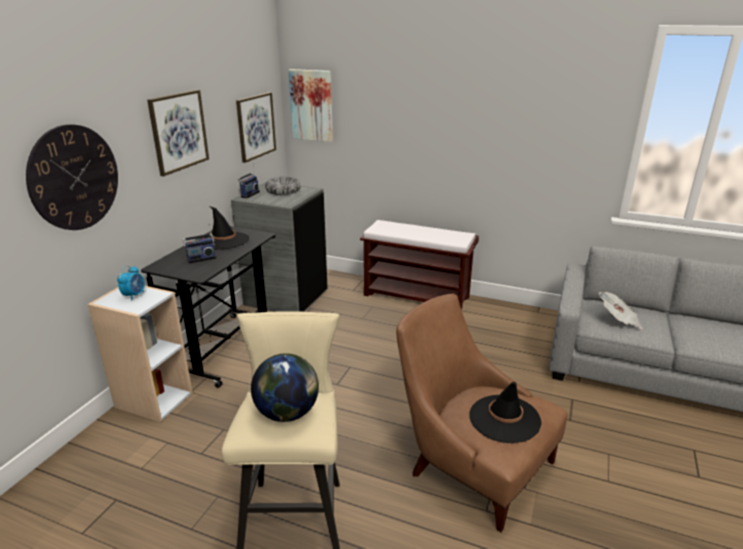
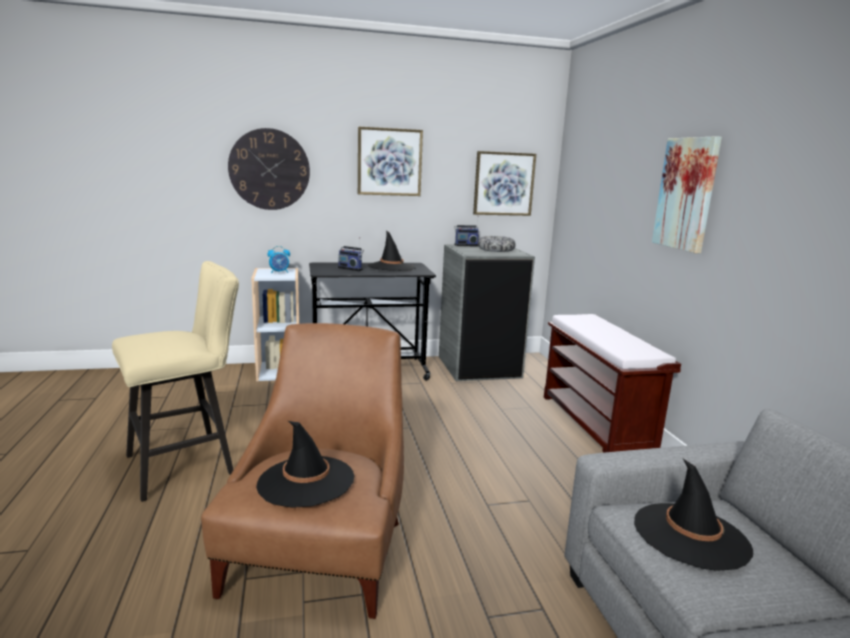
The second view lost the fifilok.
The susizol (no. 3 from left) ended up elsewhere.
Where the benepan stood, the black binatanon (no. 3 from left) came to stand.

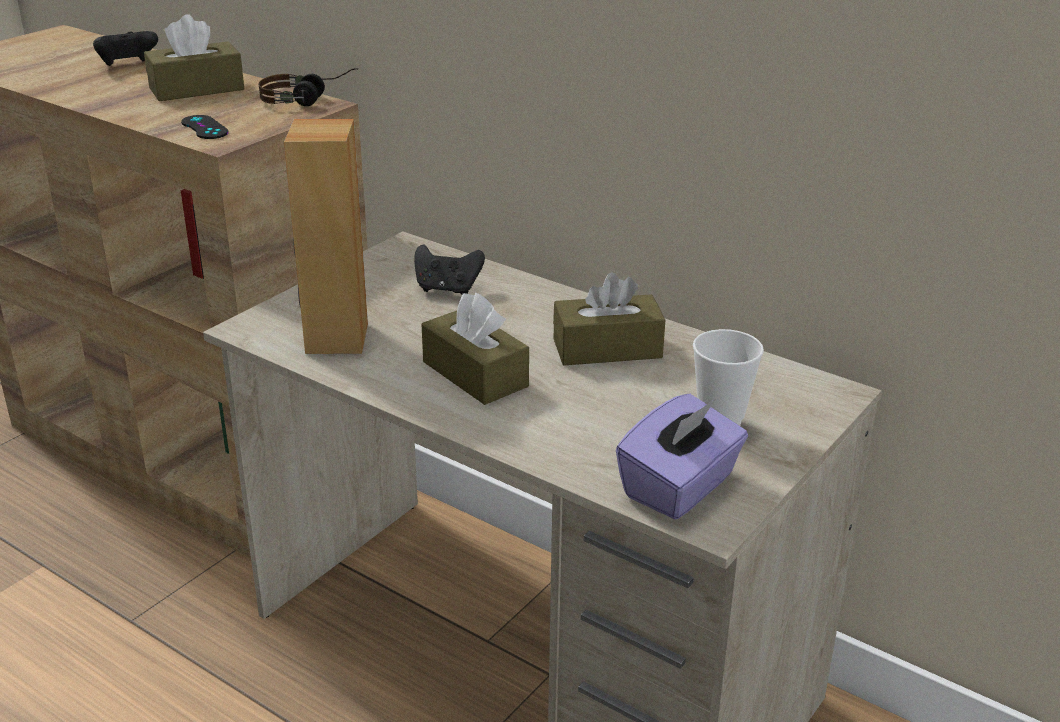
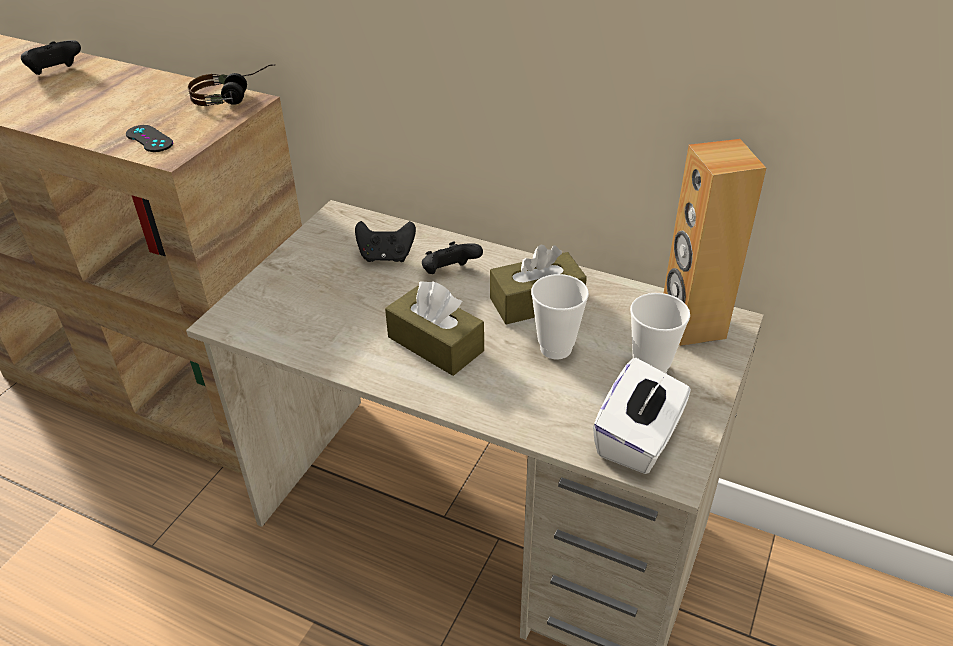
The second view lost the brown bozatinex (no. 1 from left).
The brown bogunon ended up elsewhere.
What was the purple bozatinex turned into the white bozatinex.
The second view gained the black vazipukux (no. 4 from left).
The second view gained the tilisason (no. 1 from left).

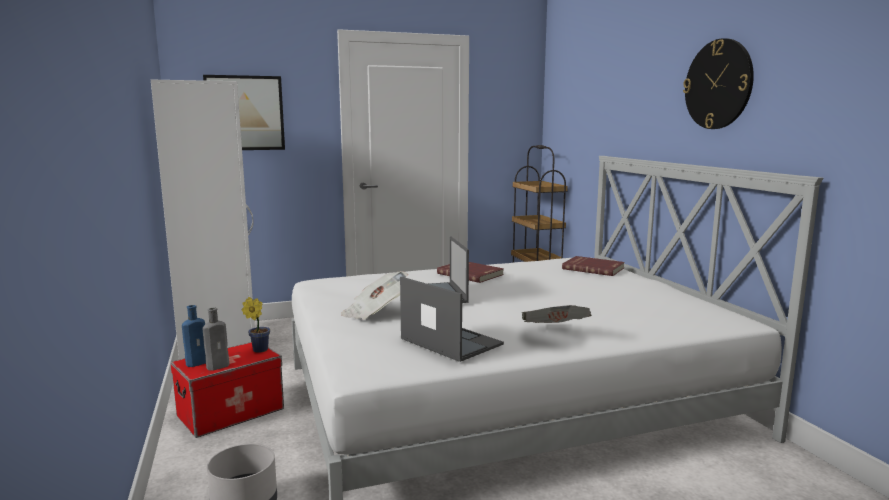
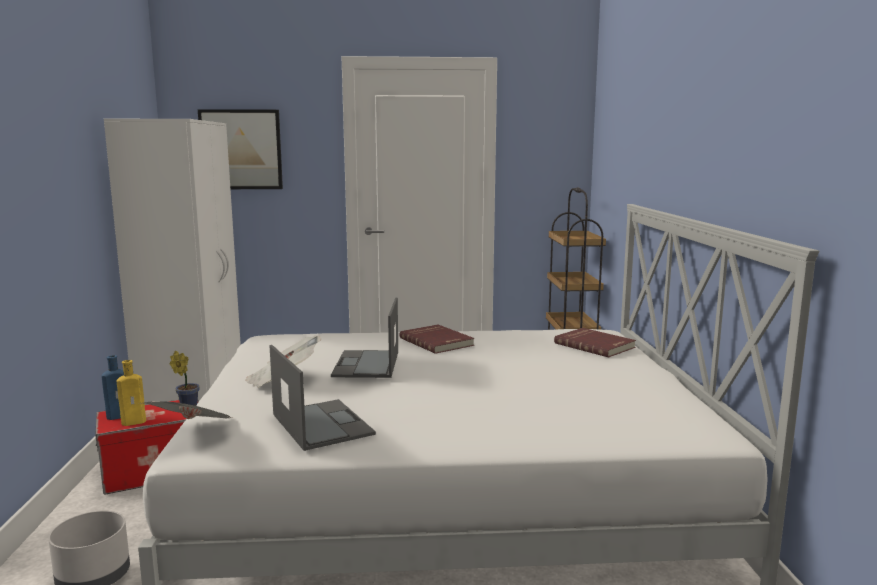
What was the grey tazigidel turned into the yellow tazigidel.
The benepan (no. 2 from left in the first image) ended up elsewhere.
The second view lost the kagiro.

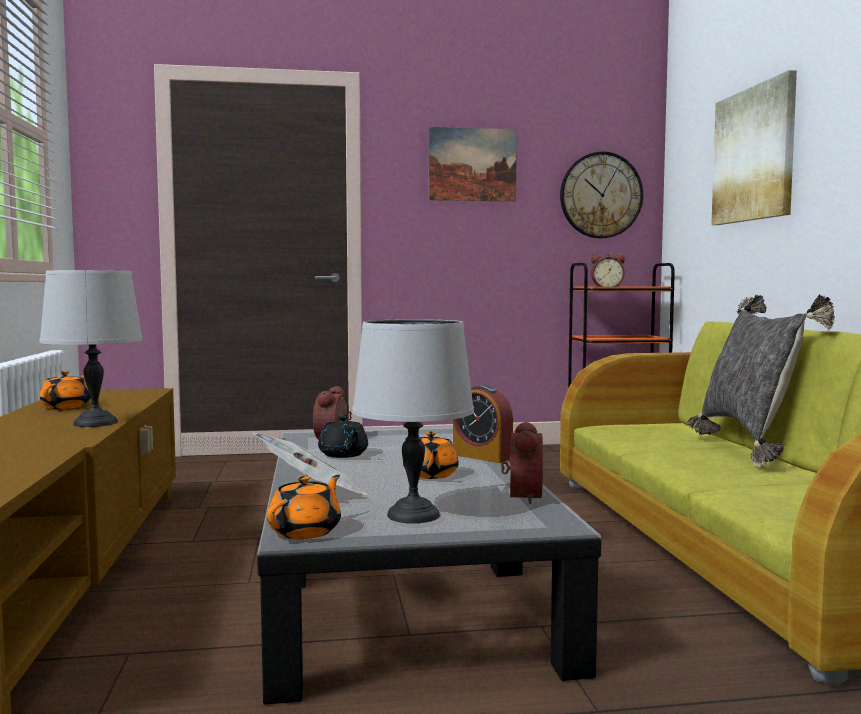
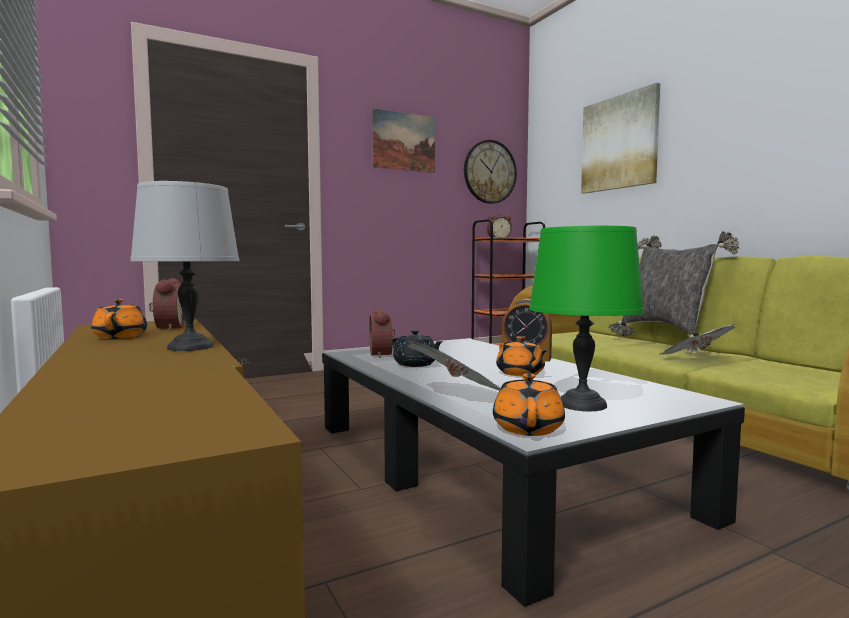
What was the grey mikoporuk (no. 2 from left) turned into the green mikoporuk.
The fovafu (no. 3 from left in the first image) ended up elsewhere.
The second view gained the benepan (no. 2 from left).

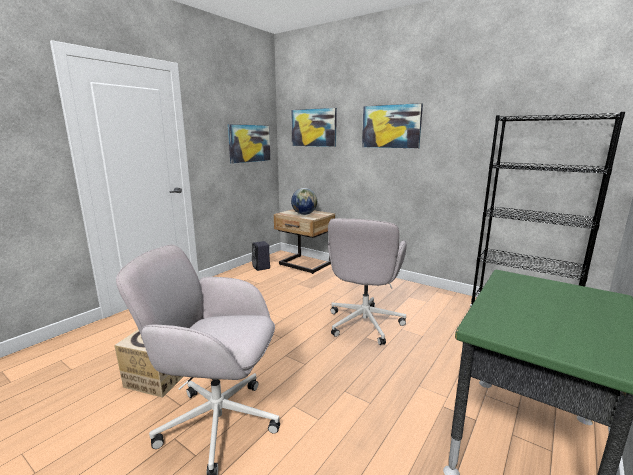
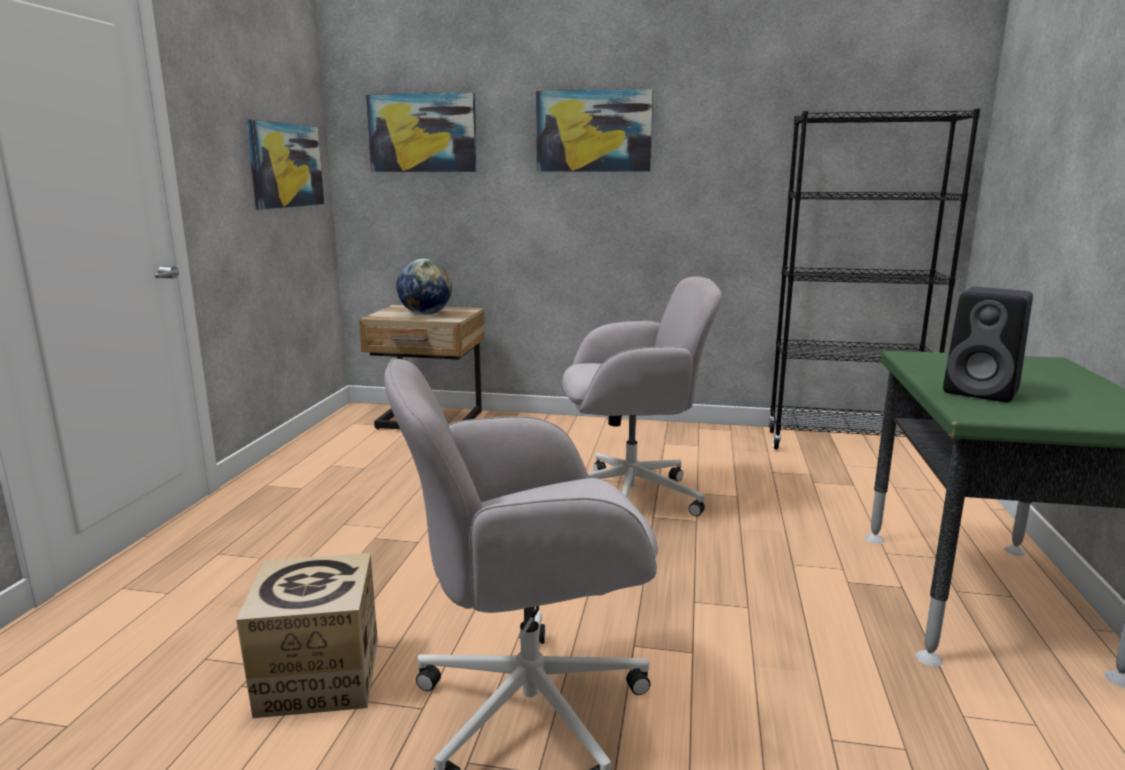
The black bogunon ended up elsewhere.
The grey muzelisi (no. 2 from left) ended up facing another way, 90 degrees counterclockwise from before.

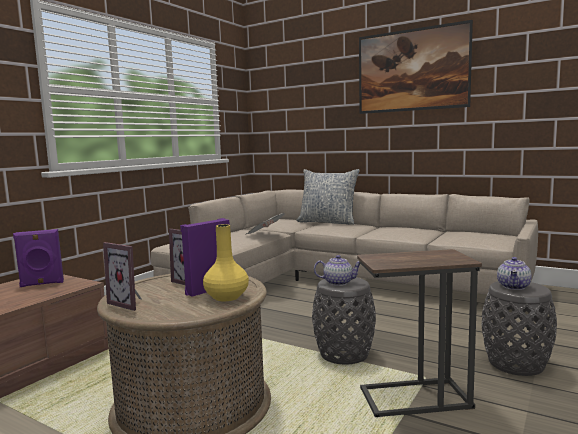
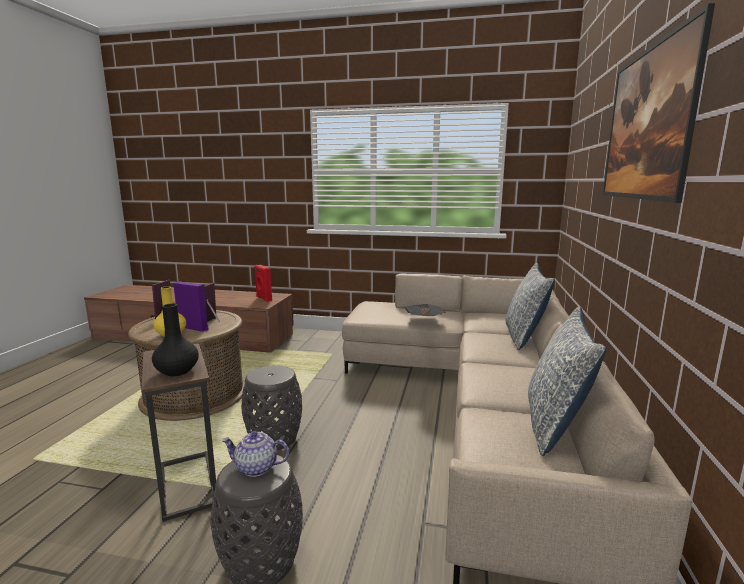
What was the purple bogunon (no. 1 from left) turned into the red bogunon.
The second view lost the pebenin (no. 1 from left).
The second view gained the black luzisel.
The second view gained the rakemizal (no. 2 from left).

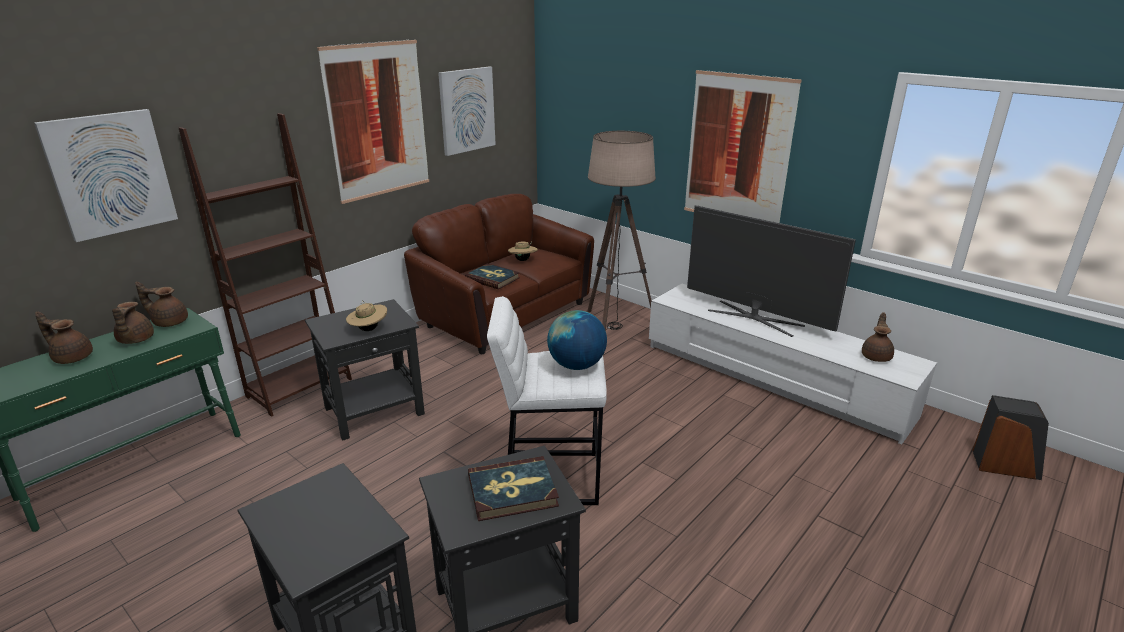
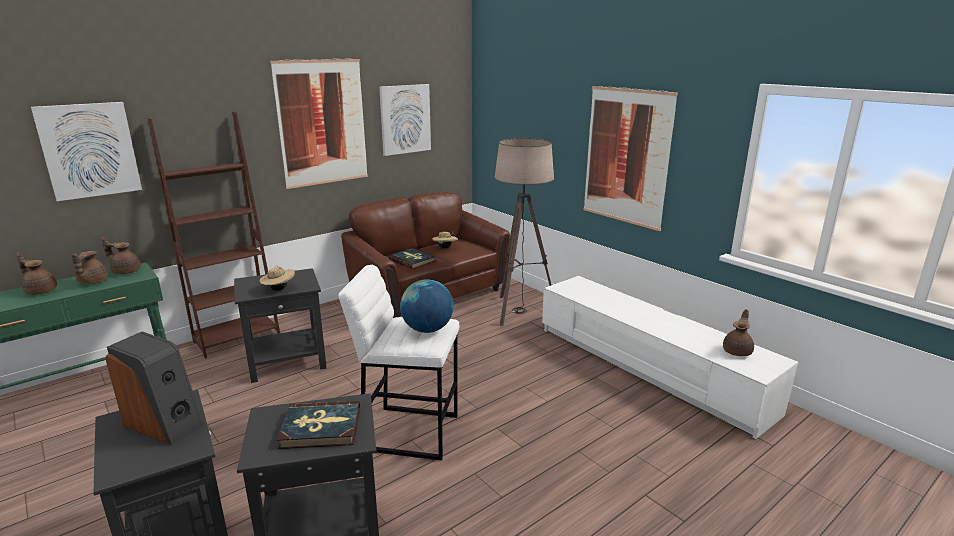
The second view lost the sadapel.
The bogunon ended up elsewhere.

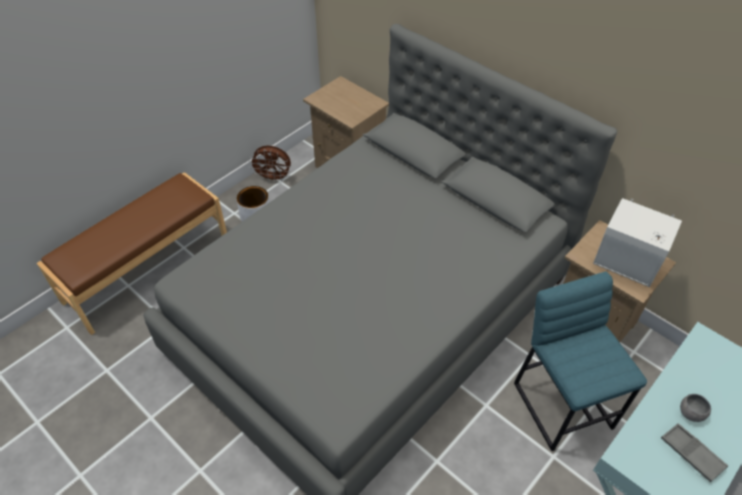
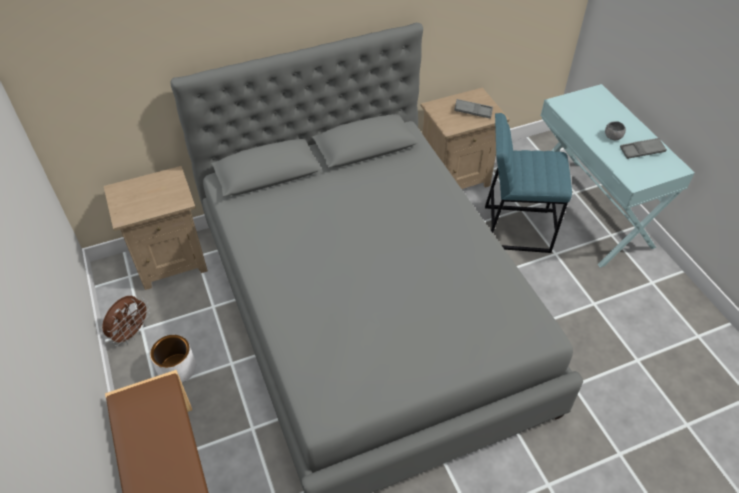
Where the white bogunon stood, the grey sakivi (no. 1 from left) came to stand.

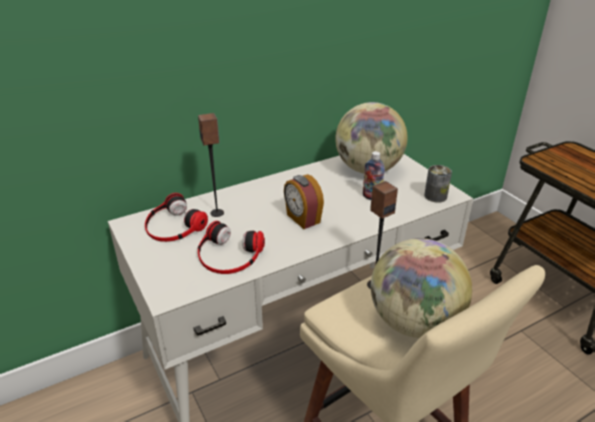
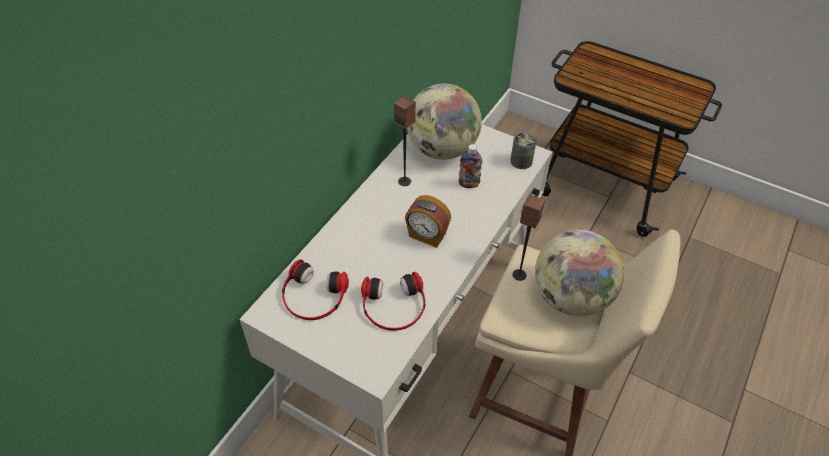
The bogunon (no. 1 from left) ended up elsewhere.

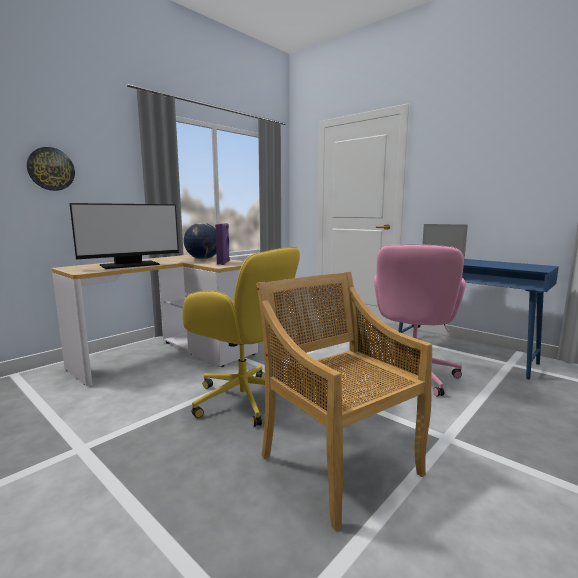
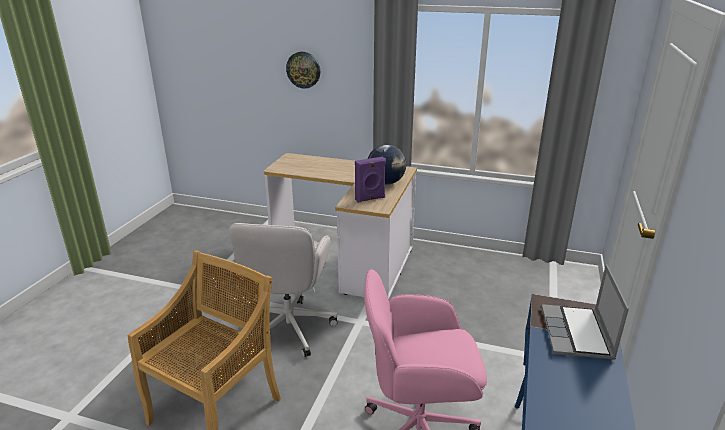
The second view lost the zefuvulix.
What was the yellow muzelisi turned into the white muzelisi.

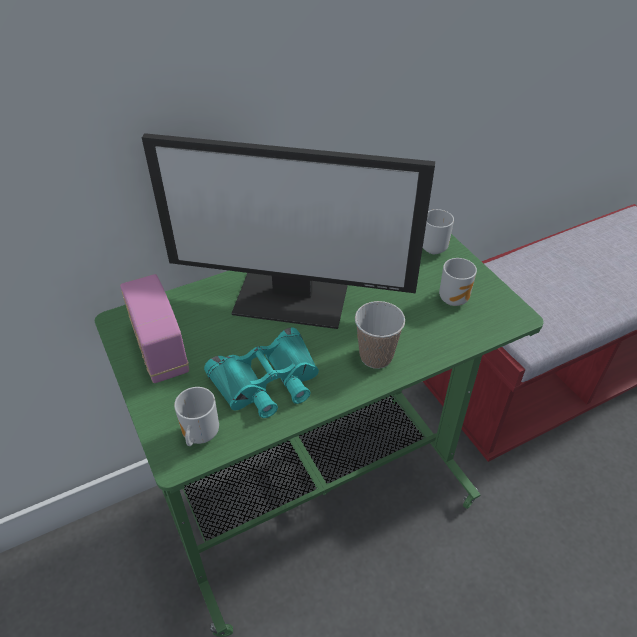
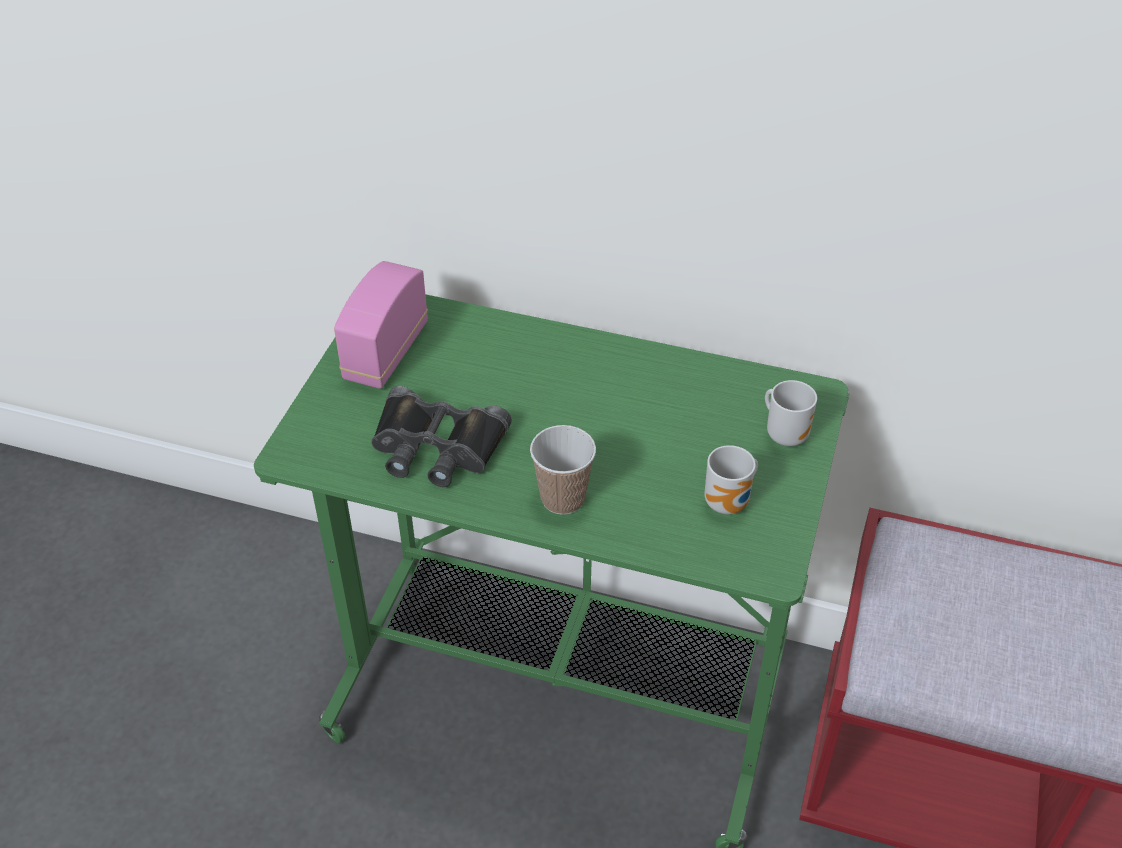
The second view lost the zefuvulix.
The second view lost the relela (no. 1 from left).
What was the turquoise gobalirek turned into the black gobalirek.

